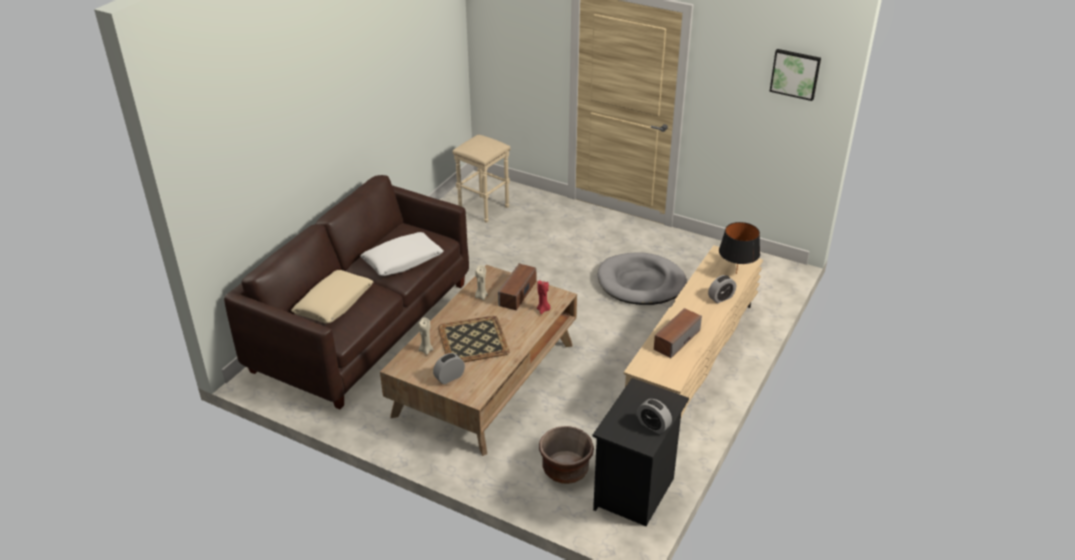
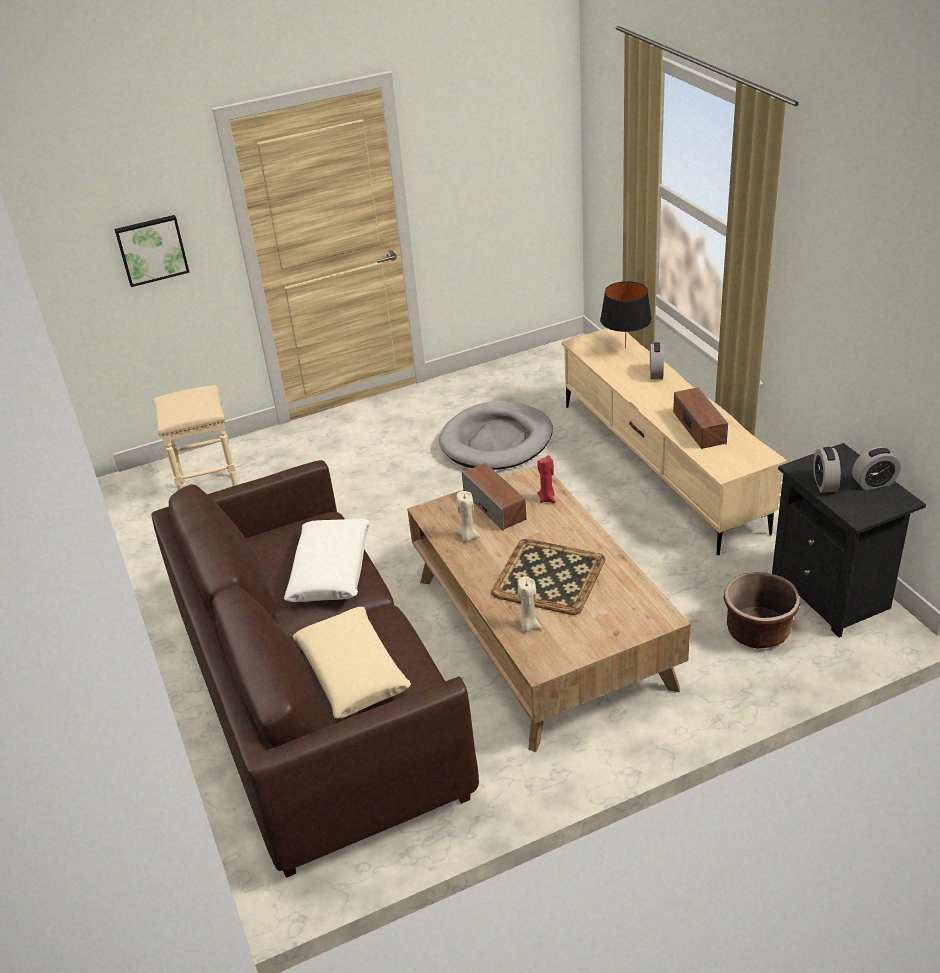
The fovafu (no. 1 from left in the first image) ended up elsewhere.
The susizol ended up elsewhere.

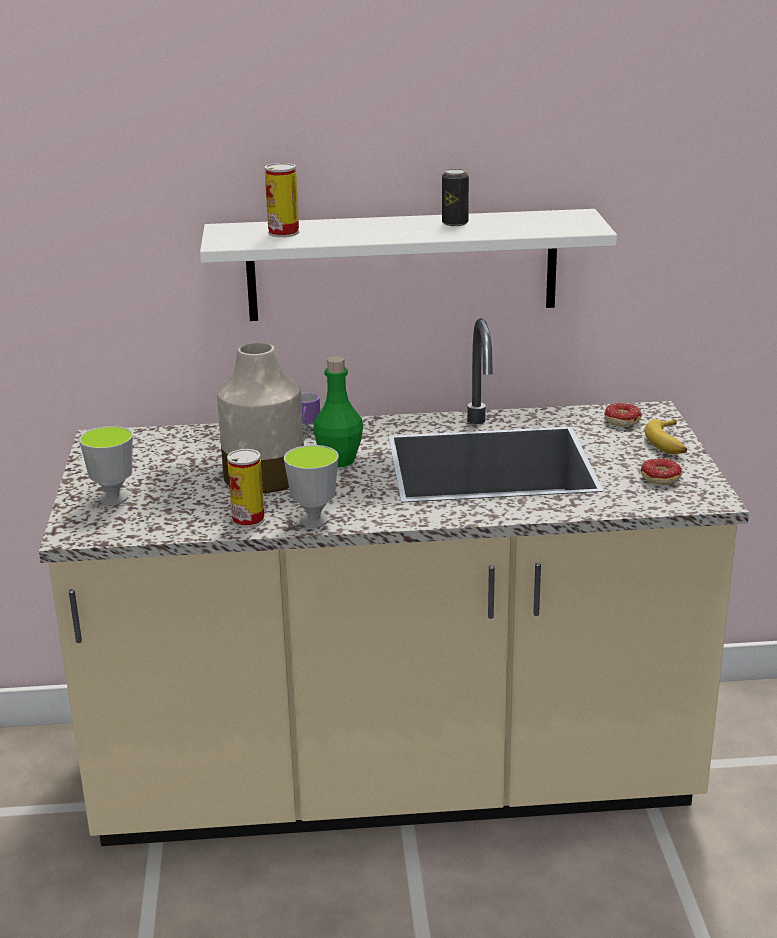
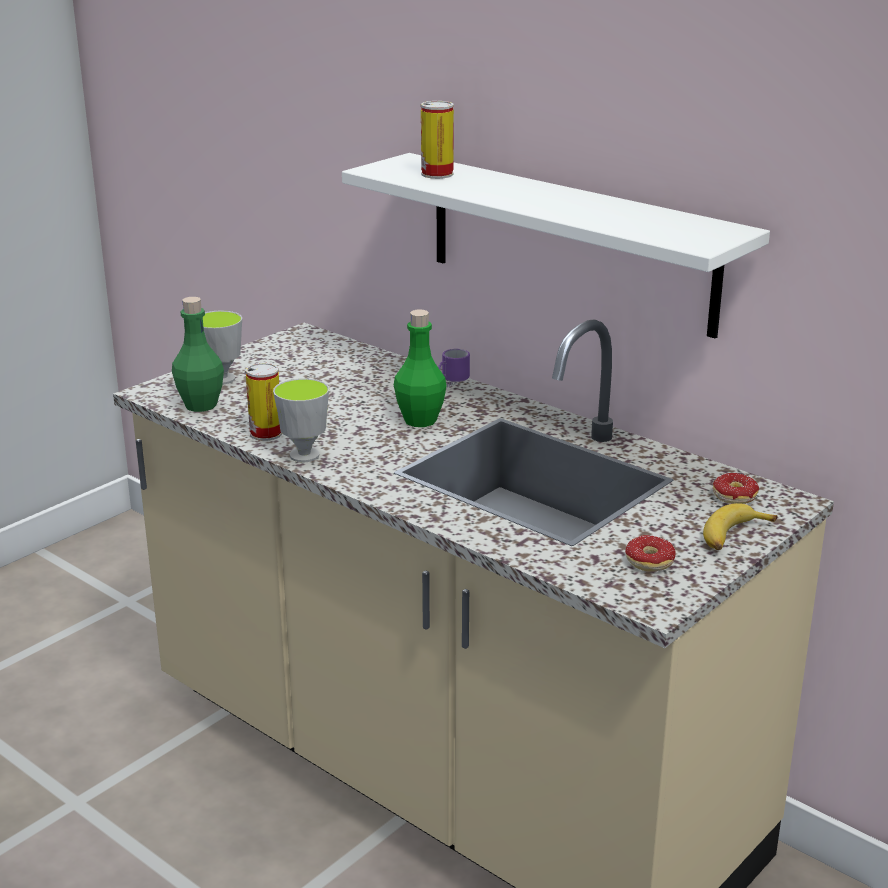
The second view lost the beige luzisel.
The second view lost the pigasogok (no. 3 from left).
The second view gained the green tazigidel (no. 1 from left).

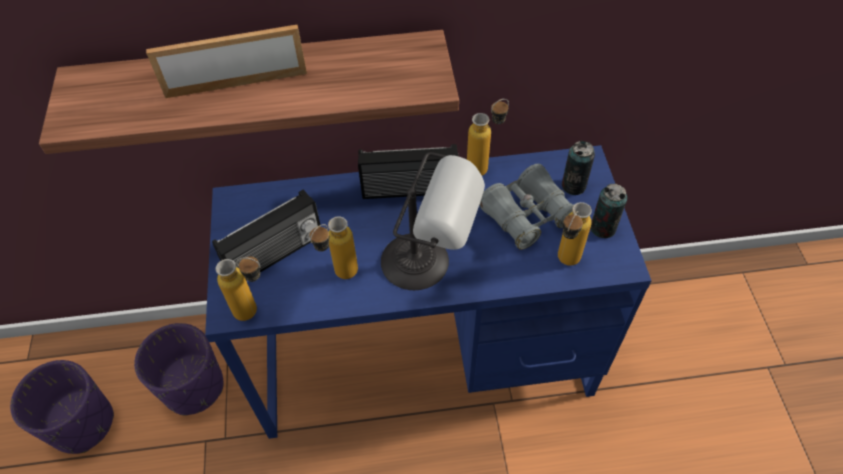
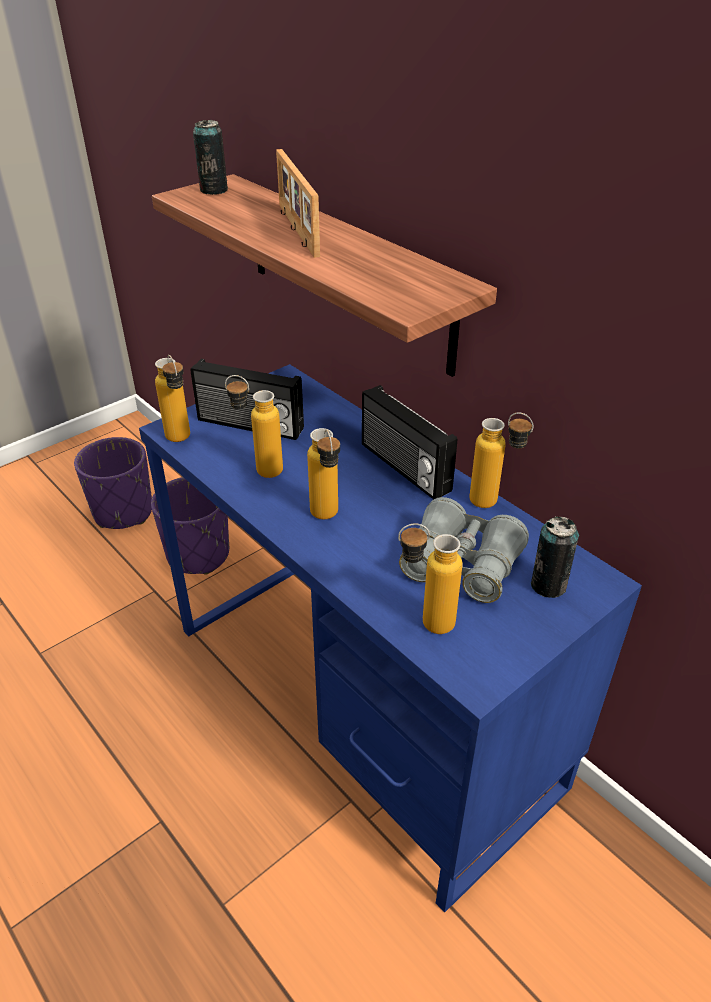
The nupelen ended up facing another way, 150 degrees counterclockwise from before.
Where the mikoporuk stood, the tazigidel (no. 3 from left) came to stand.
The pigasogok (no. 2 from left in the first image) ended up elsewhere.

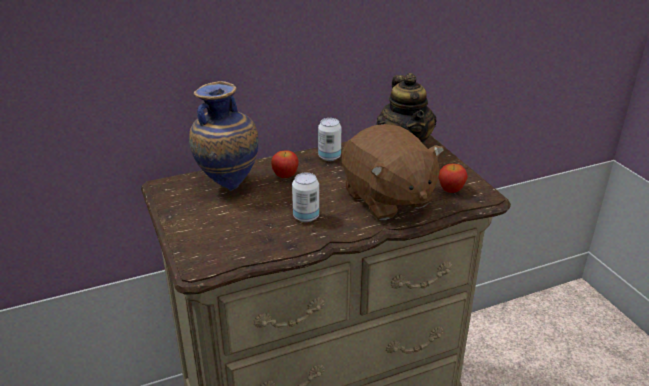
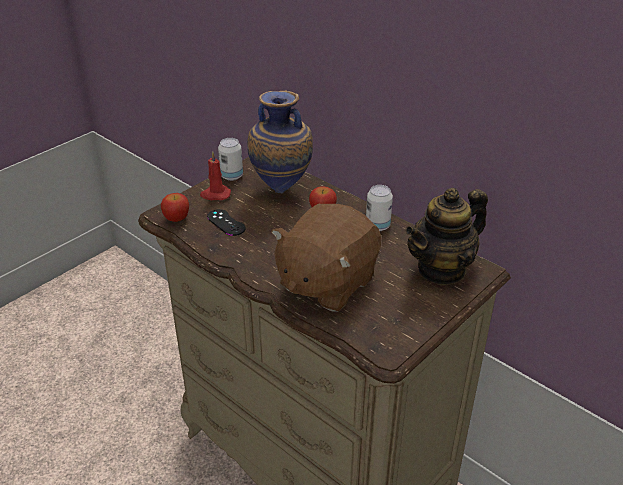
The pigasogok (no. 1 from left) ended up elsewhere.
The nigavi (no. 2 from left in the first image) ended up elsewhere.
The second view gained the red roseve.
The second view gained the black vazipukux.

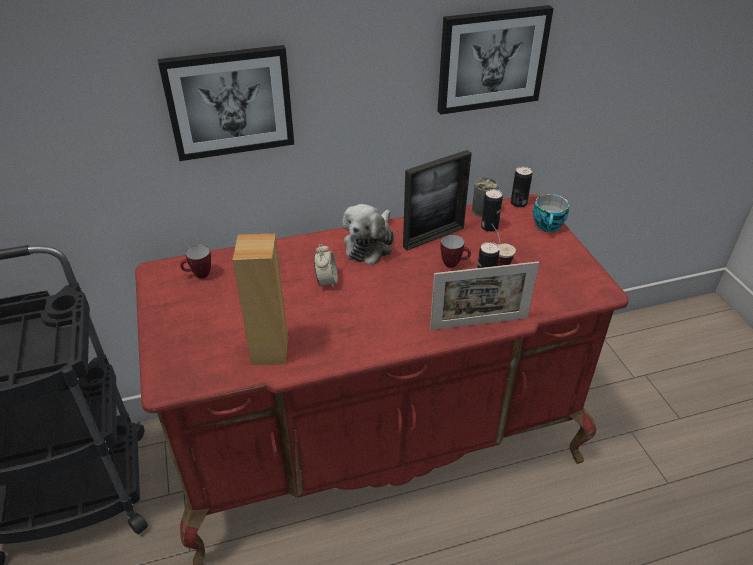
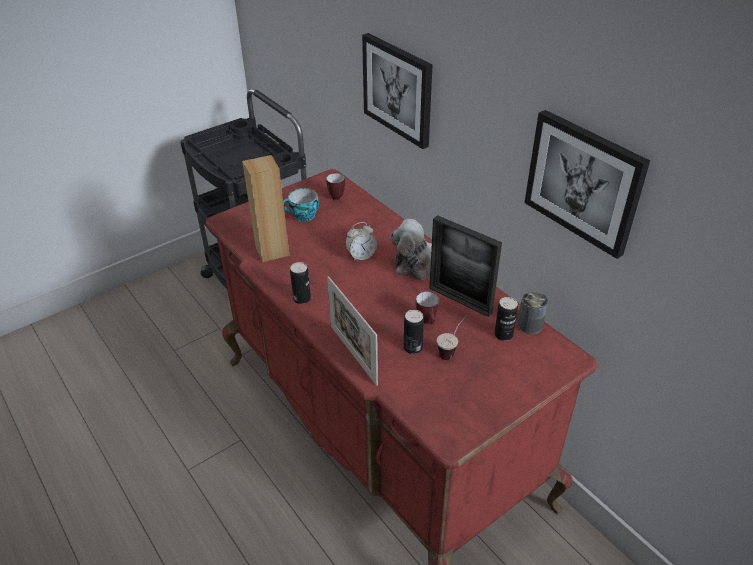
The pigasogok (no. 4 from left in the first image) ended up elsewhere.
The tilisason (no. 2 from left in the first image) ended up elsewhere.

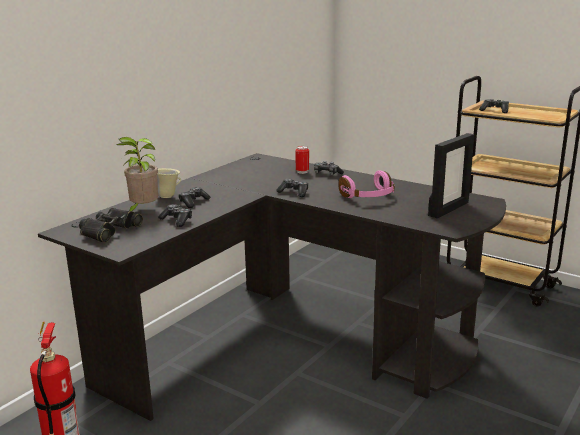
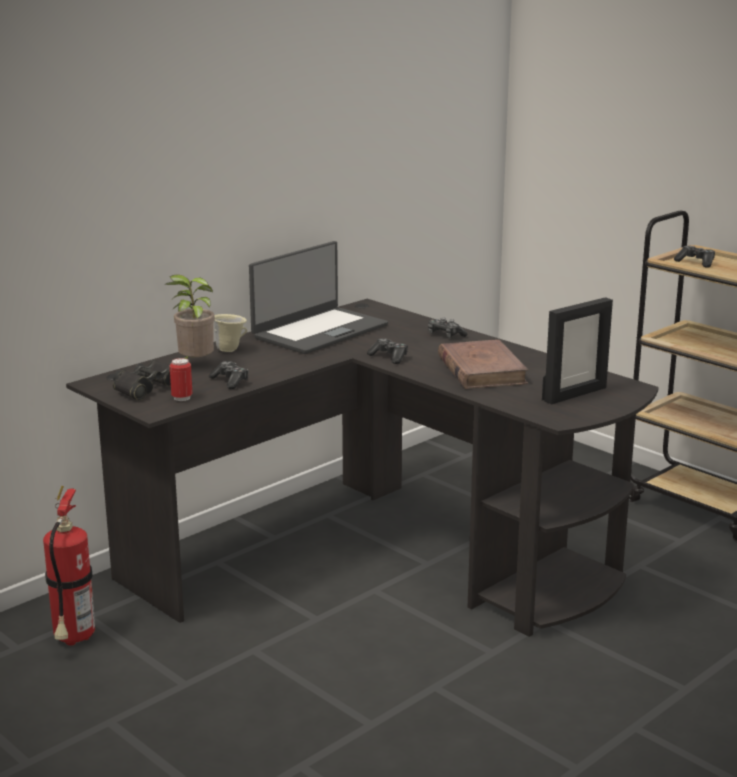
The second view lost the vazipukux (no. 2 from left).
The pigasogok ended up elsewhere.
Where the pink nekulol stood, the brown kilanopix came to stand.
The second view gained the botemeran.

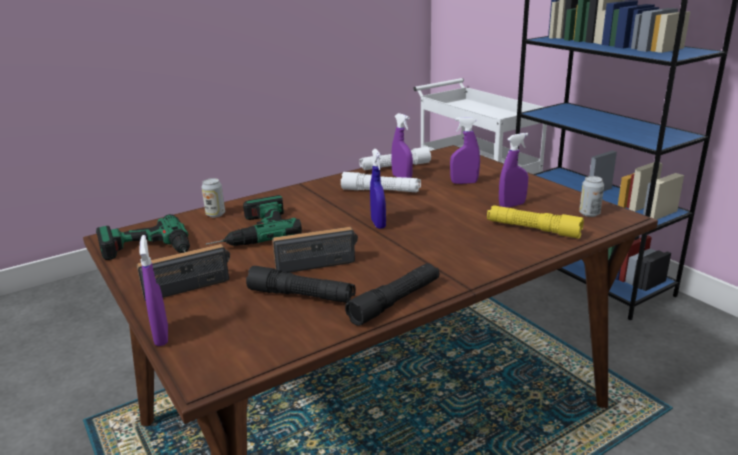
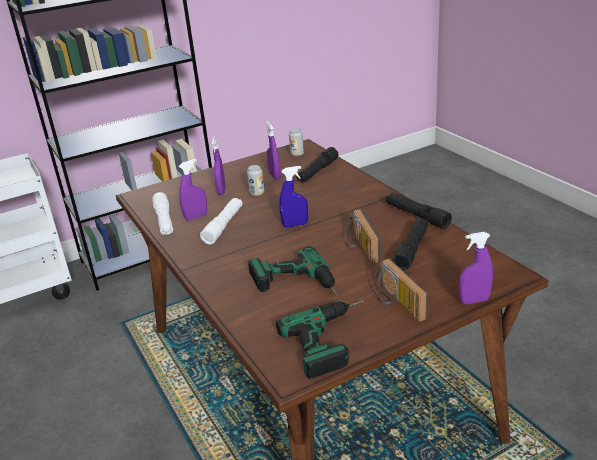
The pigasogok (no. 1 from left) ended up elsewhere.
What was the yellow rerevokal turned into the black rerevokal (no. 1 from left).

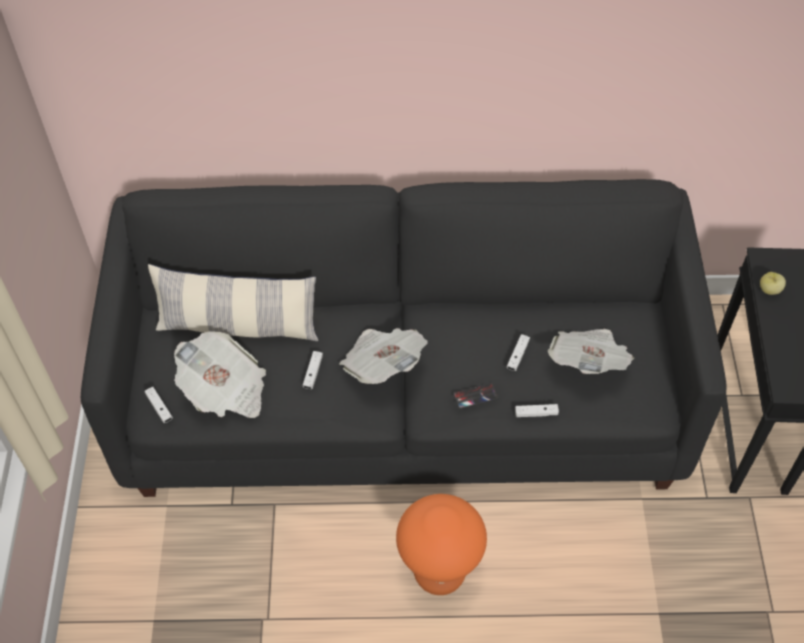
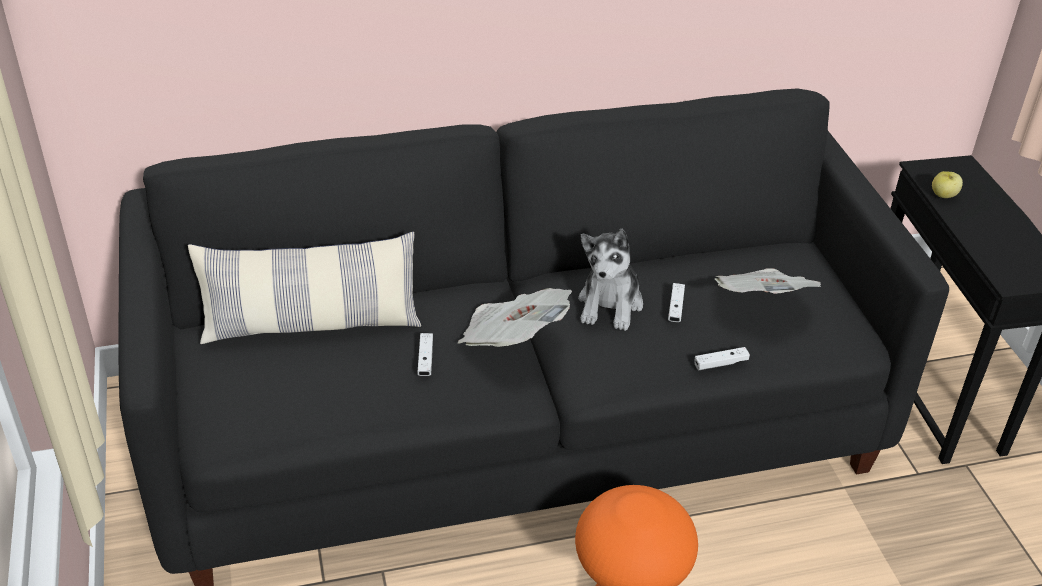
The second view lost the white vazipukux (no. 1 from left).
The second view lost the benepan (no. 1 from left).
The second view lost the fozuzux.
The second view gained the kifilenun.

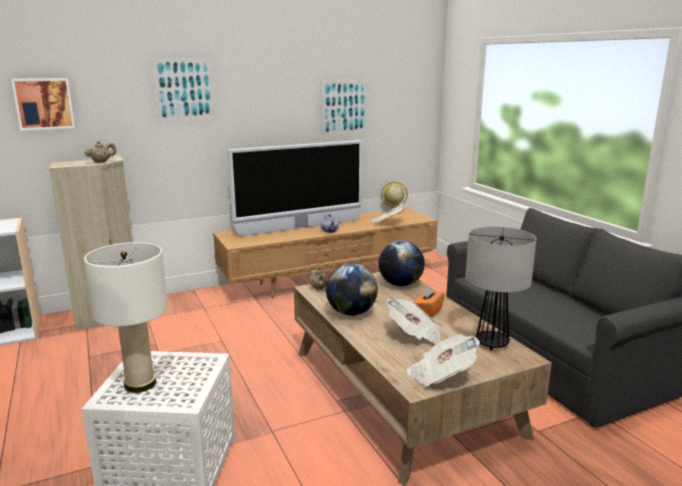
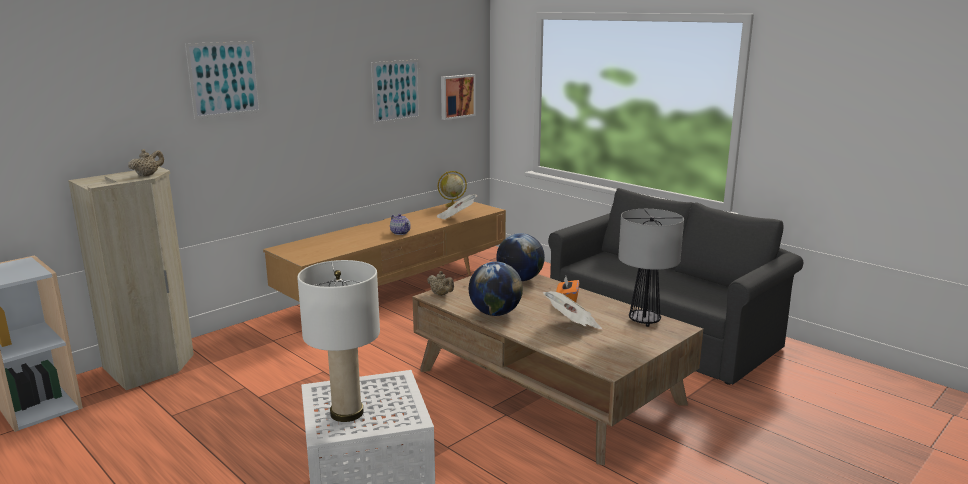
The susizol (no. 1 from left in the first image) ended up elsewhere.
The second view lost the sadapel.
The second view lost the benepan (no. 3 from left).

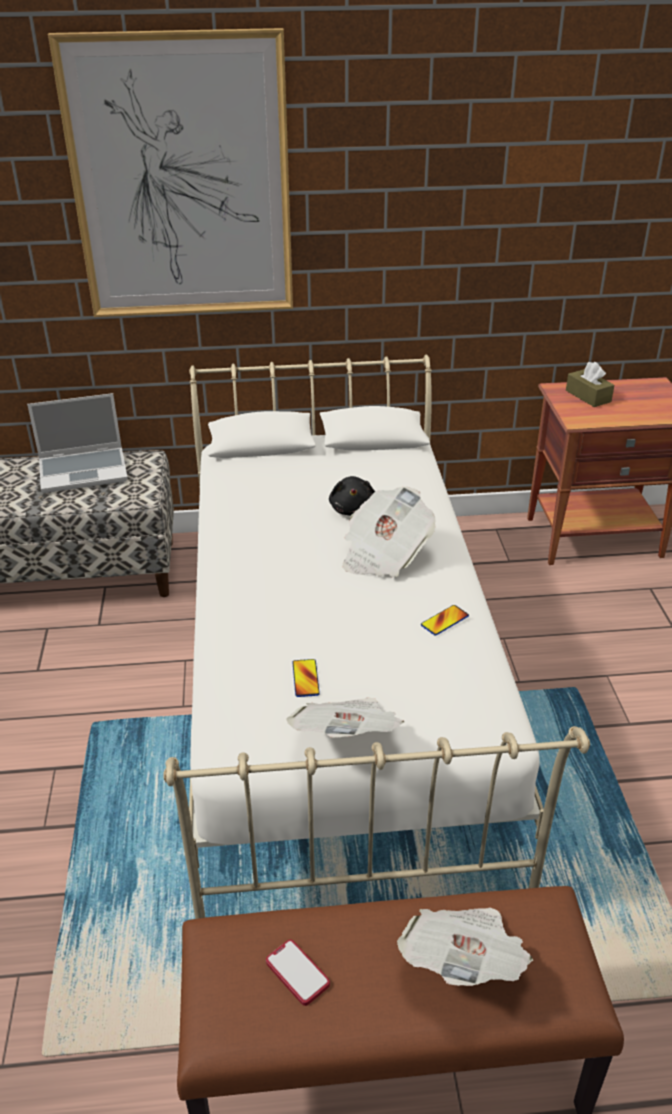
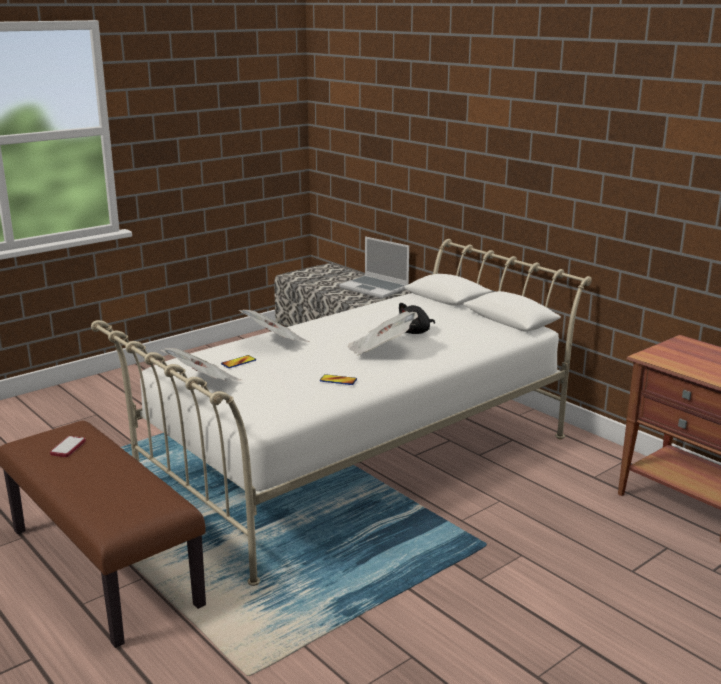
The second view lost the susizol.
The benepan (no. 3 from left in the first image) ended up elsewhere.
The second view lost the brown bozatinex.

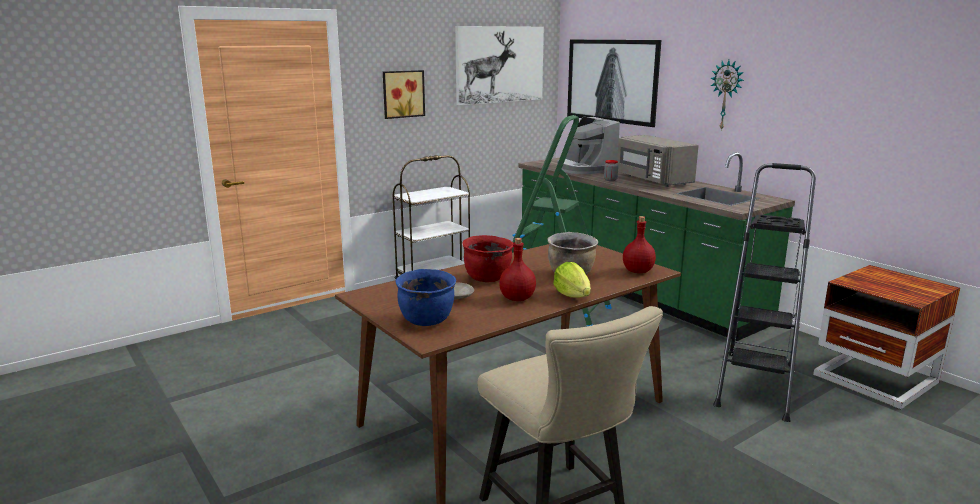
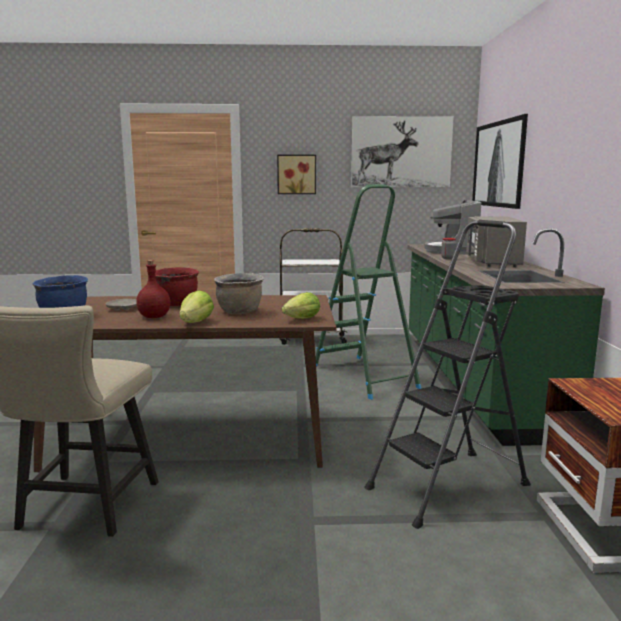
Where the red tazigidel (no. 2 from left) stood, the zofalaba (no. 2 from left) came to stand.
The second view lost the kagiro.

